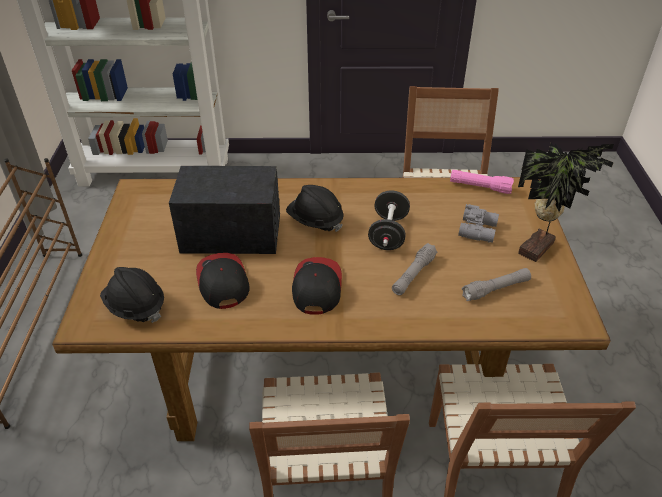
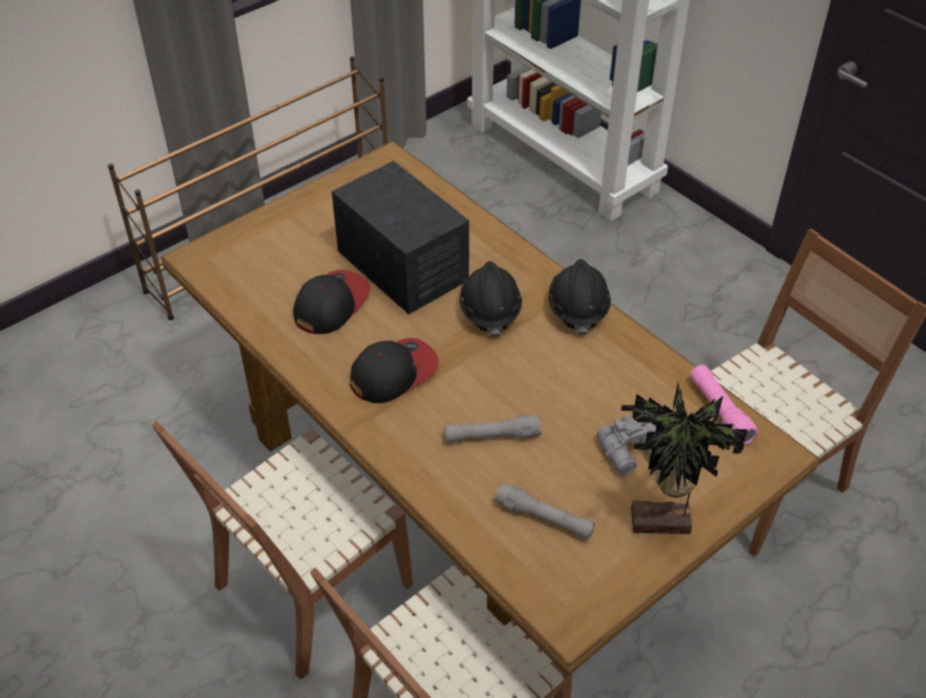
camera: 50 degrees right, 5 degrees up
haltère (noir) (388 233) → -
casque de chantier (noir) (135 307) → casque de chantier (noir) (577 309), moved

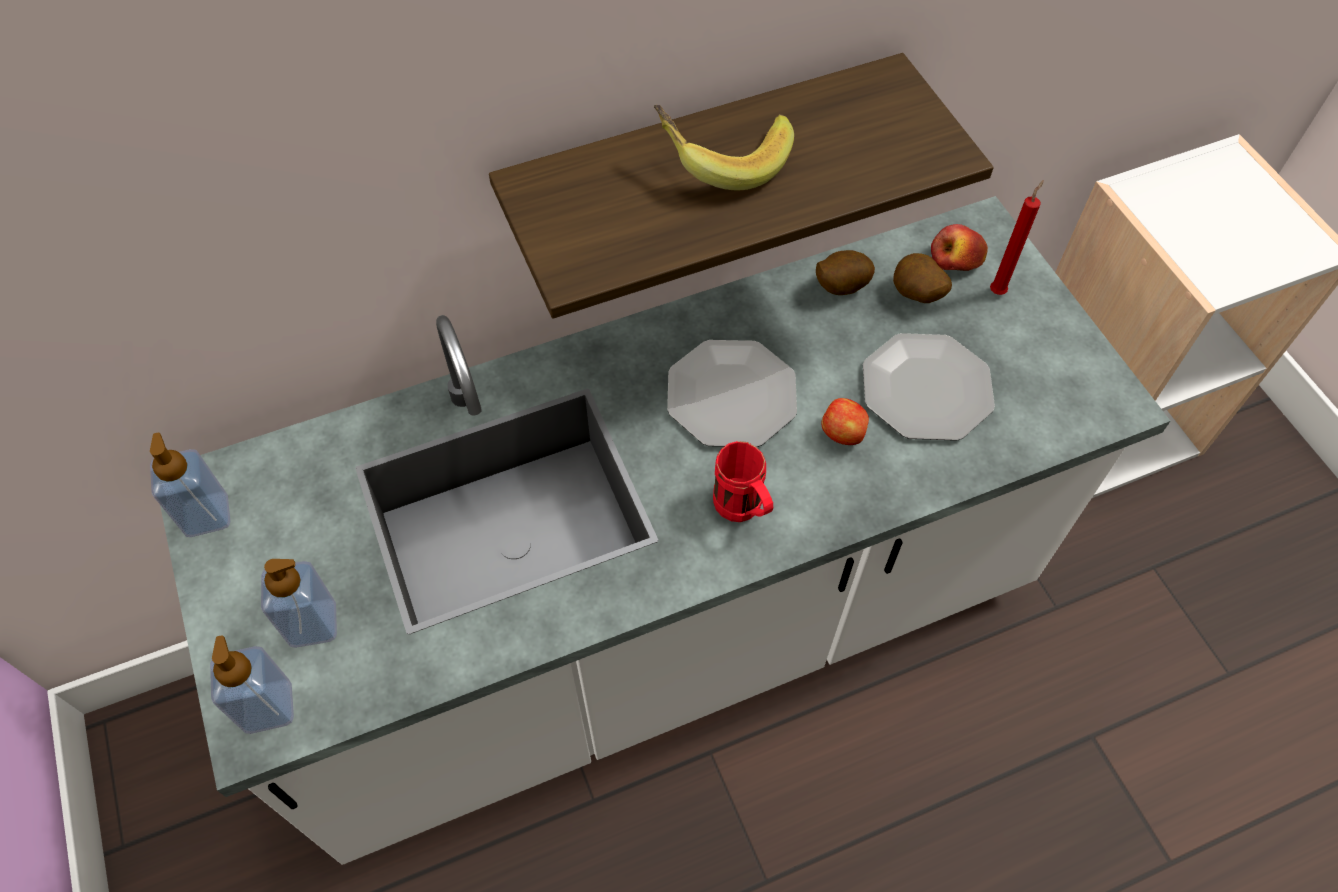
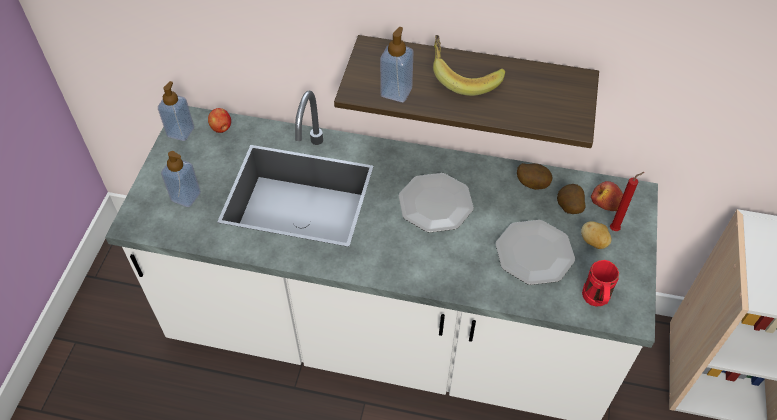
camera: 35 degrees right, 5 degrees down
pomme (843 434) → pomme (221 128), moved
mug (rouge) (743 511) → mug (rouge) (595 301), moved
distributeur de savon (268 707) → distributeur de savon (396 92), moved
- → pomme de terre (593 242)

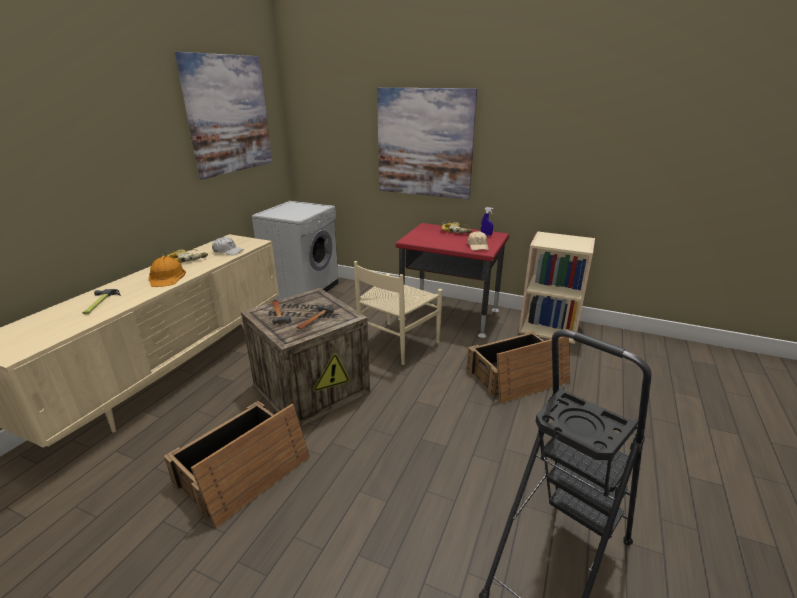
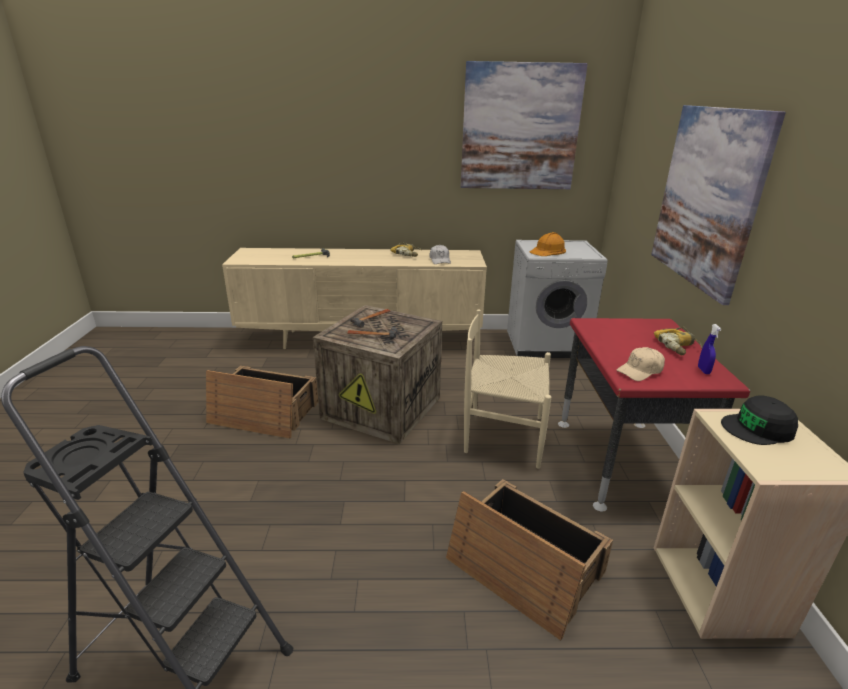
camera: 65 degrees right, 0 degrees up
casque de chantier (orange) (167 277) → casque de chantier (orange) (548 251), moved
- → casquette (noir) (758 428)

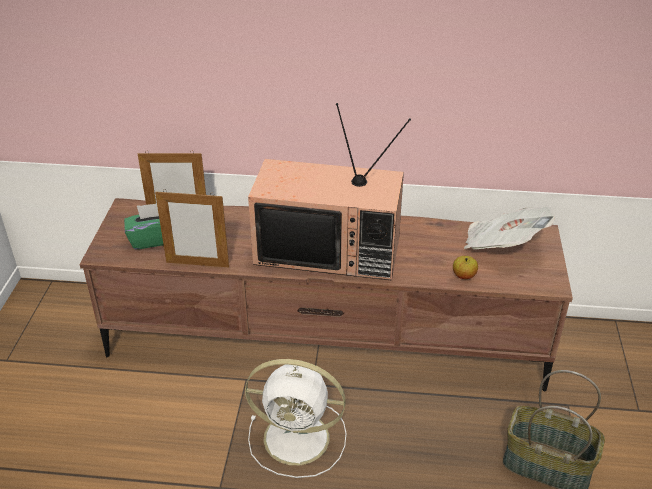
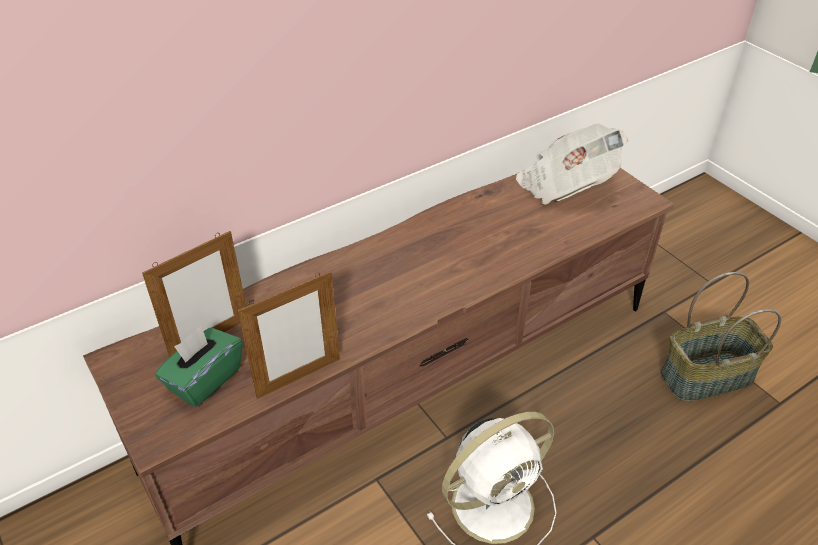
camera: 40 degrees left, 5 degrees up
téléviseur (330 250) → -
pomme (464 276) → -

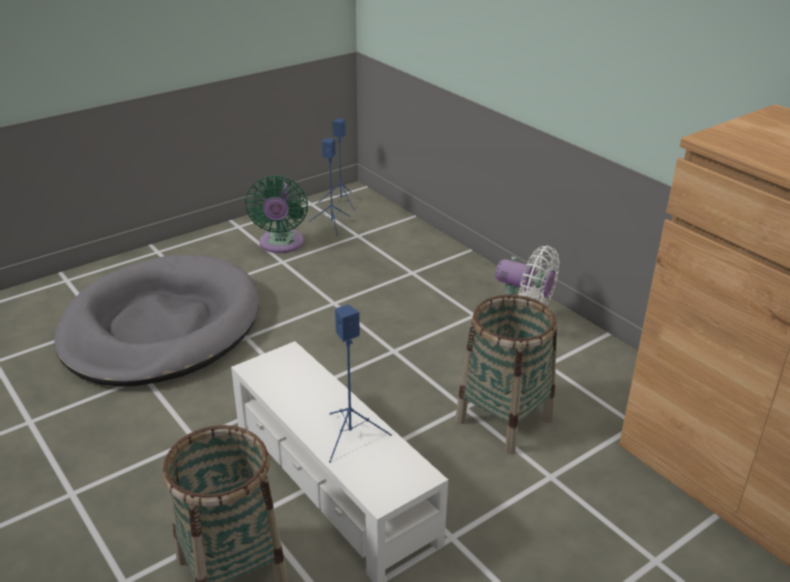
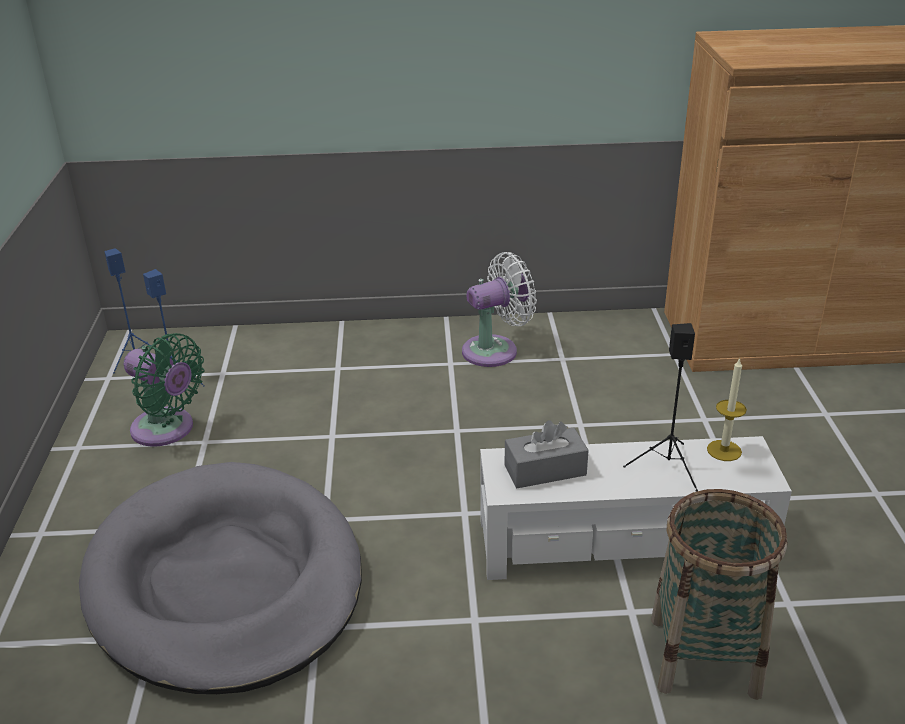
camera: 55 degrees left, 0 degrees up
panier (504 420) → -
enceinte (bleu) (351 436) → enceinte (noir) (667 466)
- → bougie (724 450)
- → boîte à mouchoirs (gris) (545 470)

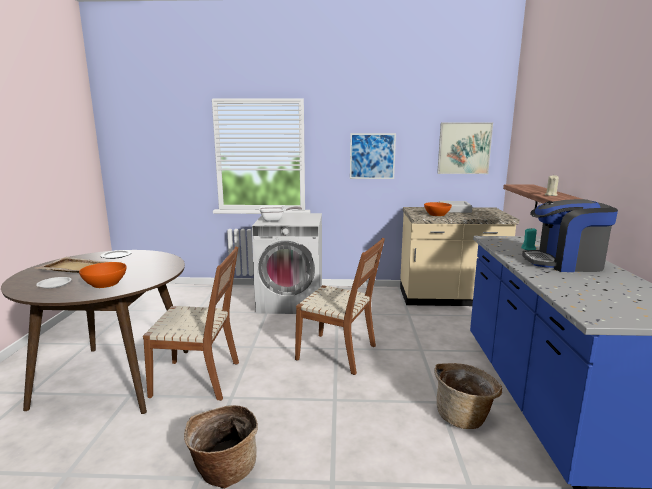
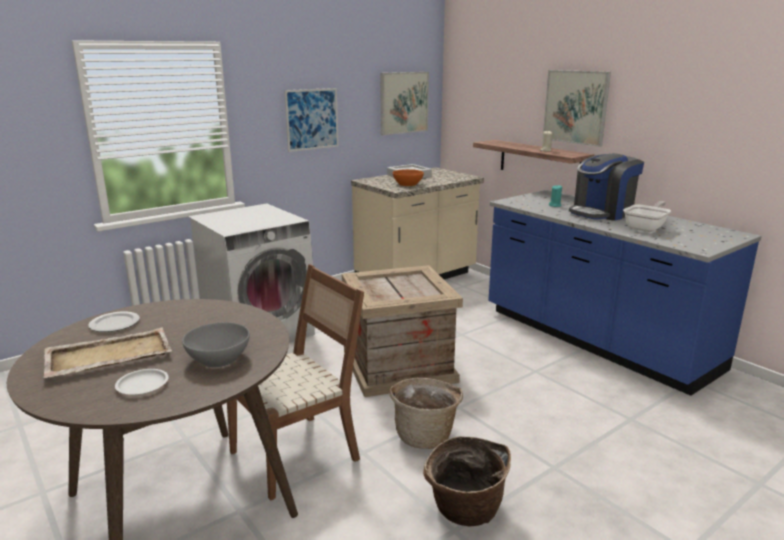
camera: 40 degrees left, 5 degrees up
poêle (275 220) → poêle (646 228), moved
chaise (340 354) → caisse (400 366)
bol (orange) (105 284) → bol (gris) (218 359)
panier (464 416) → panier (425 435), moved
- → tableau (575 107)

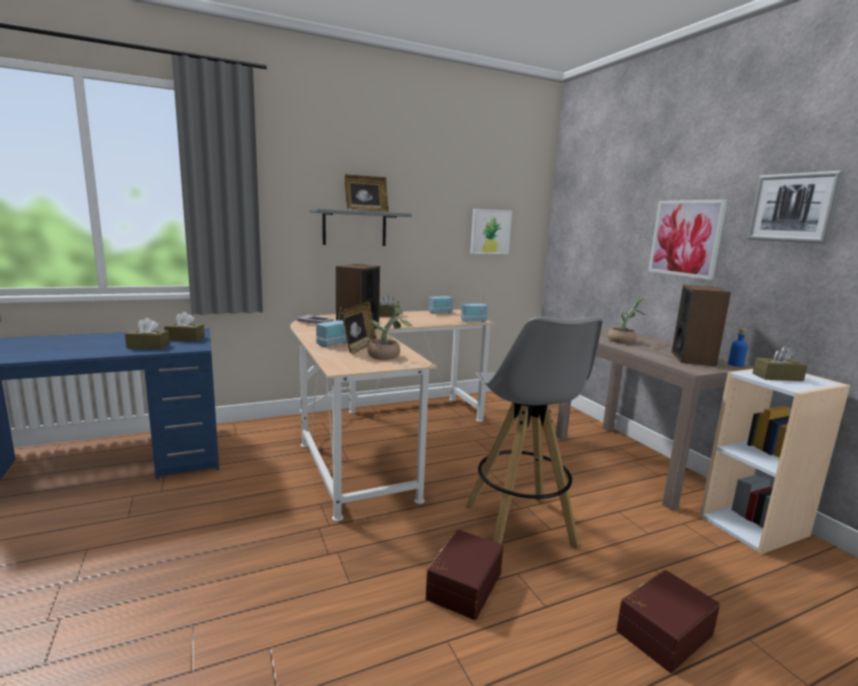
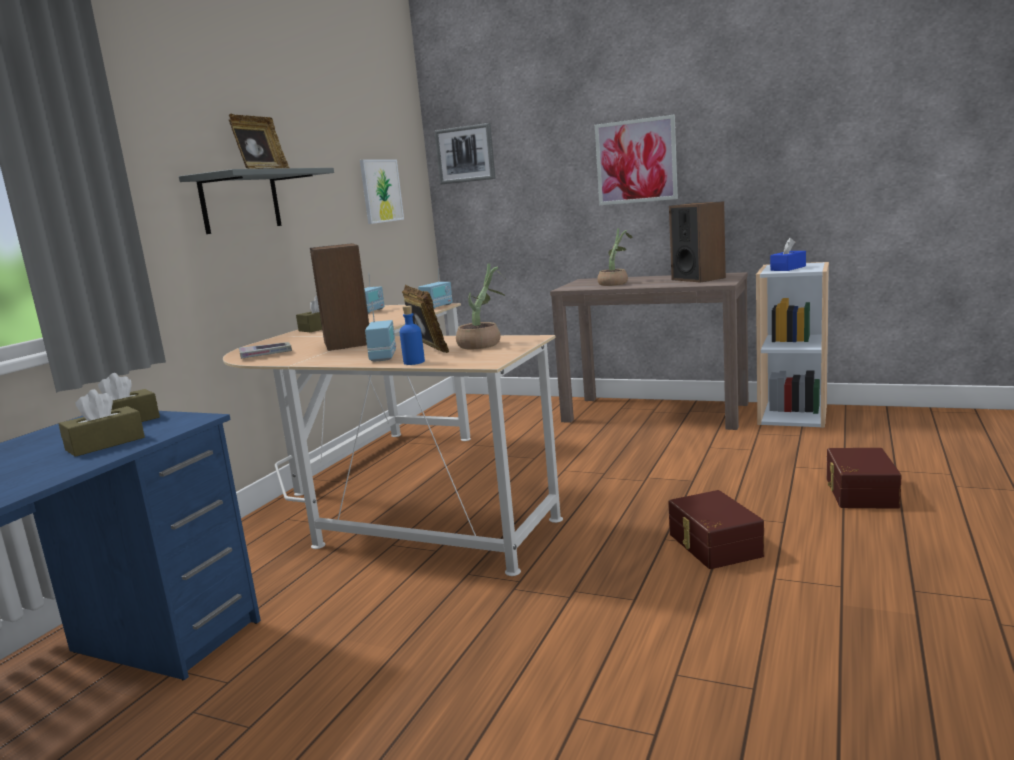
camera: 40 degrees left, 0 degrees up
tableau (793 208) → tableau (465 154), moved
tabouret (gris) (519 527) → -
bouteille (bleu) (735 365) → bouteille (bleu) (414 362), moved
boîte à mouchoirs (marron) (777 377) → boîte à mouchoirs (bleu) (788 268)

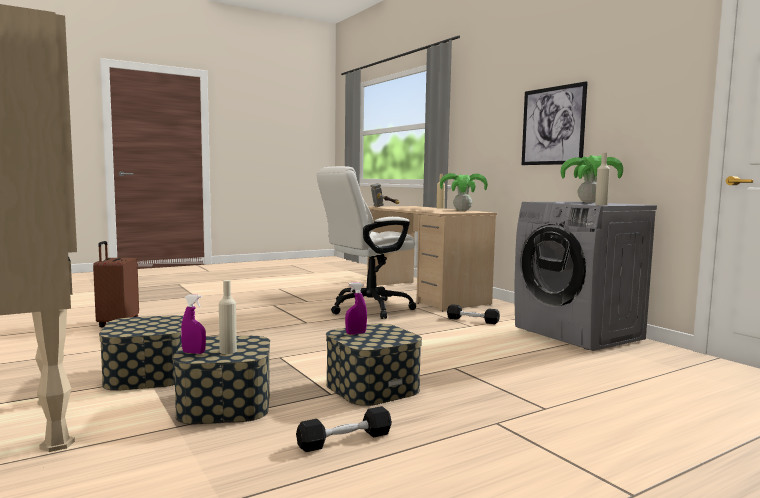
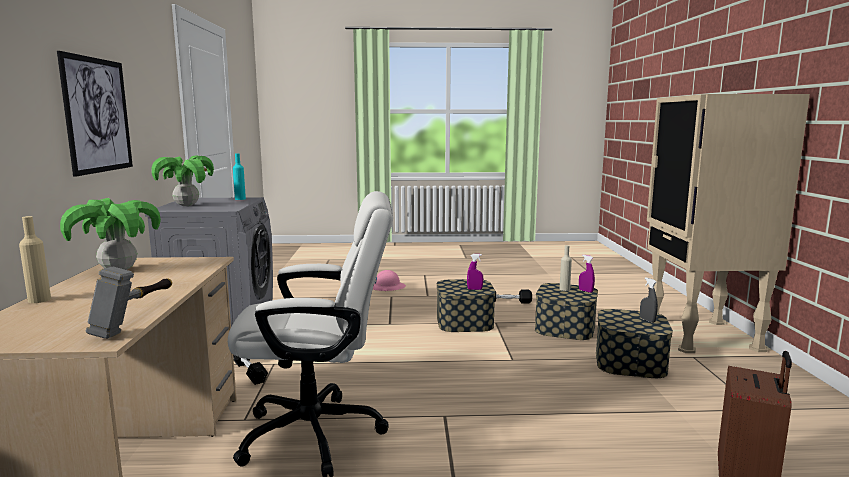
camera: 150 degrees left, 5 degrees up
bouteille (beige) (601 204) → bouteille (turquoise) (240 199)
- → casque de chantier (rose) (387 287)
- → vaporisateur (gris) (647 320)

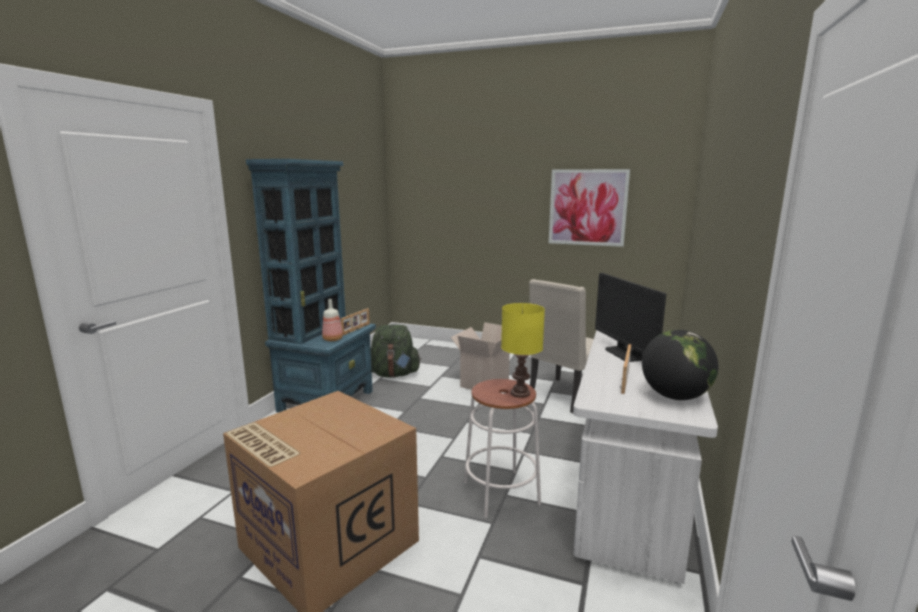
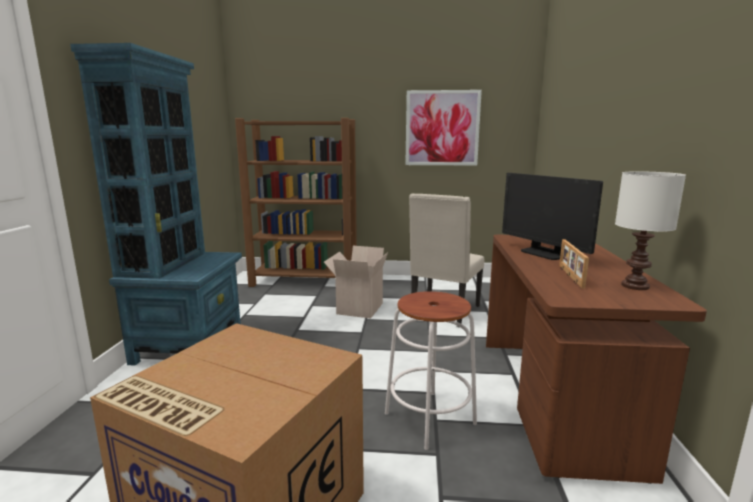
camera: 15 degrees left, 0 degrees up
bouteille (333 339) → -
lampe de table (jaune) (520 394) → -
cadre photo (356 329) → -
sac à dos (vert) (393 374) → -
bureau (blanc) (630 495) → bureau (marron) (555 399)
globe (675 396) → lampe de table (blanc) (633 286)
- → bibliothèque (marron) (305 280)

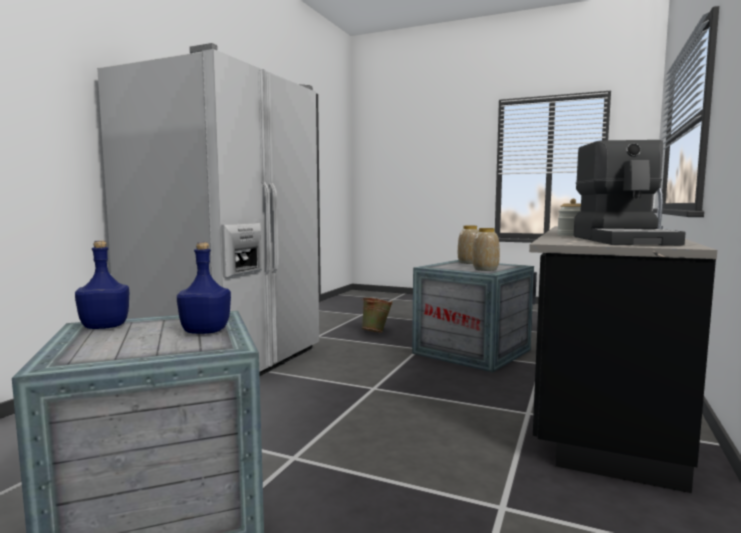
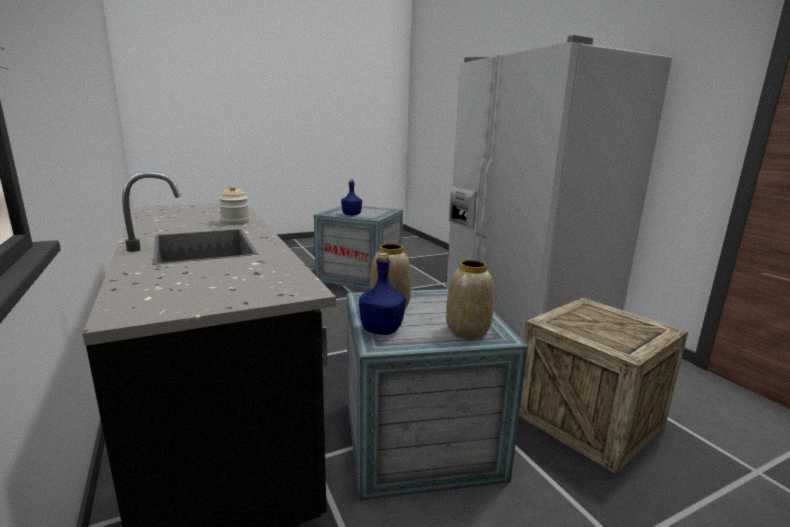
camera: 130 degrees right, 10 degrees up
machine à café (623 240) → -
bouteille (bleu) (105 327) → bouteille (bleu) (381 329), moved
seau (vert) (376 332) → caisse (588 420)

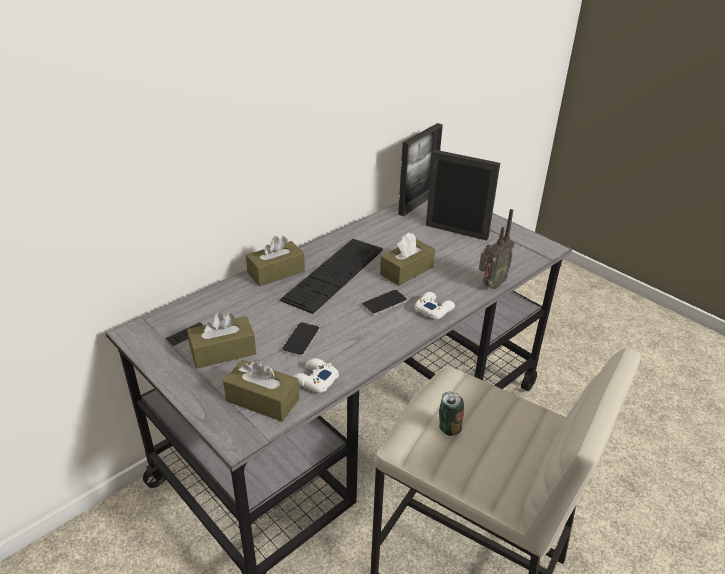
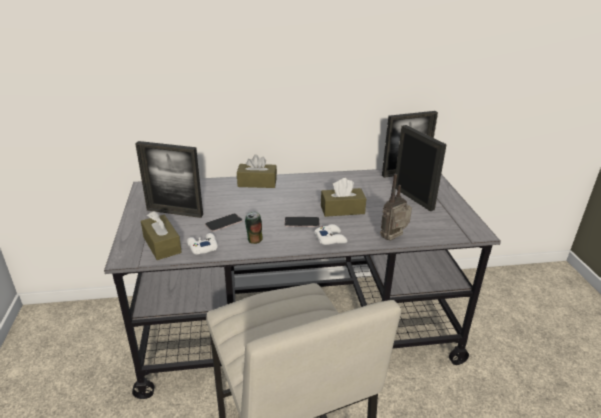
camera: 35 degrees right, 5 degrees down
radio (490 285) → radio (394 239), 150 degrees clockwise
clavier (334 274) → -
boîte à mouchoirs (marron) (223 351) → cadre photo (174 212)
boîte métallique (448 428) → boîte métallique (254 239), moved

